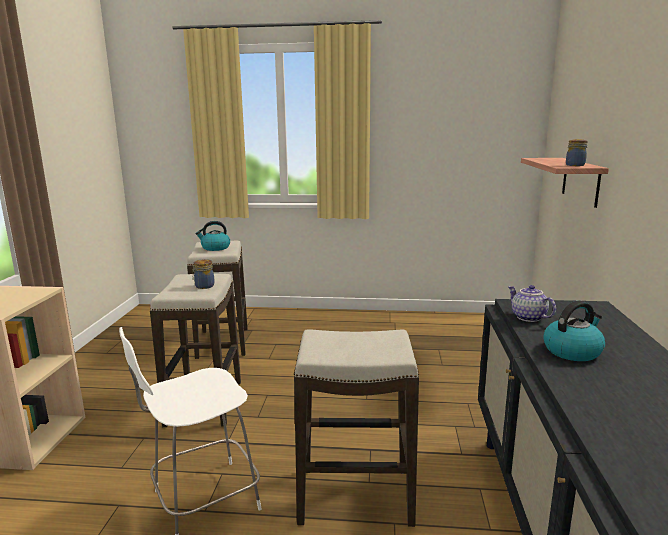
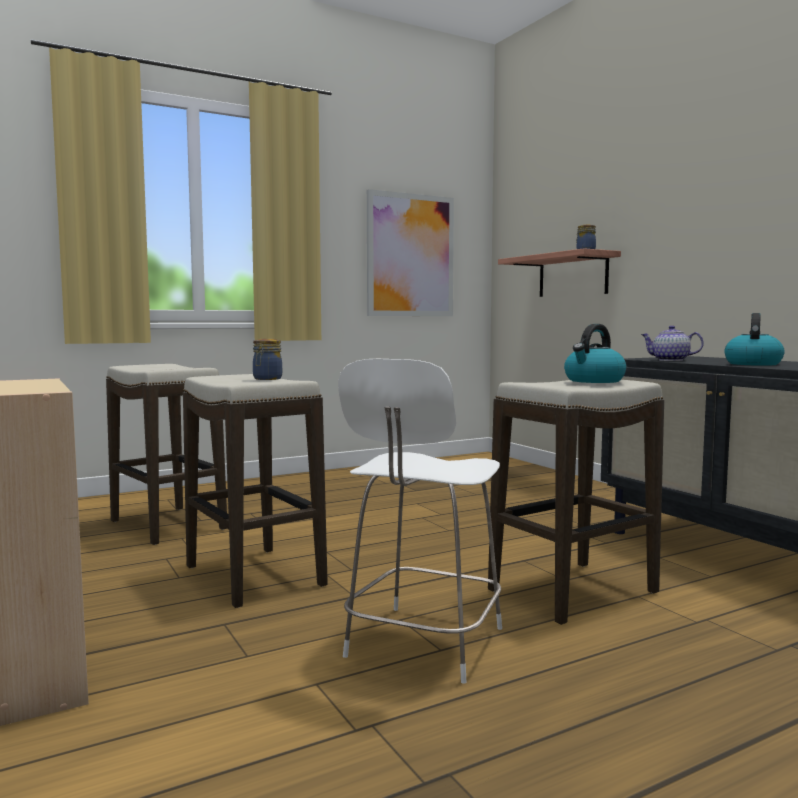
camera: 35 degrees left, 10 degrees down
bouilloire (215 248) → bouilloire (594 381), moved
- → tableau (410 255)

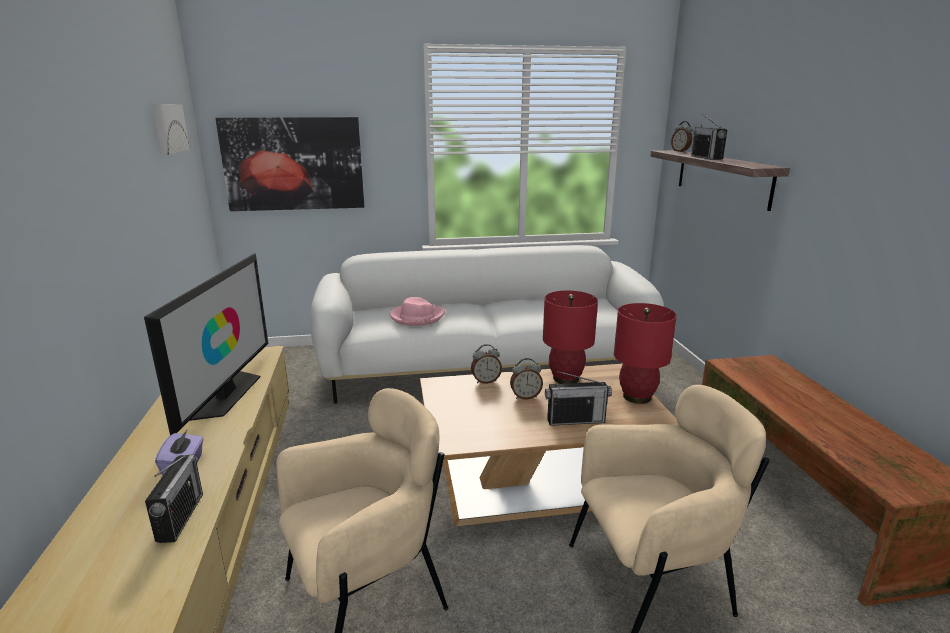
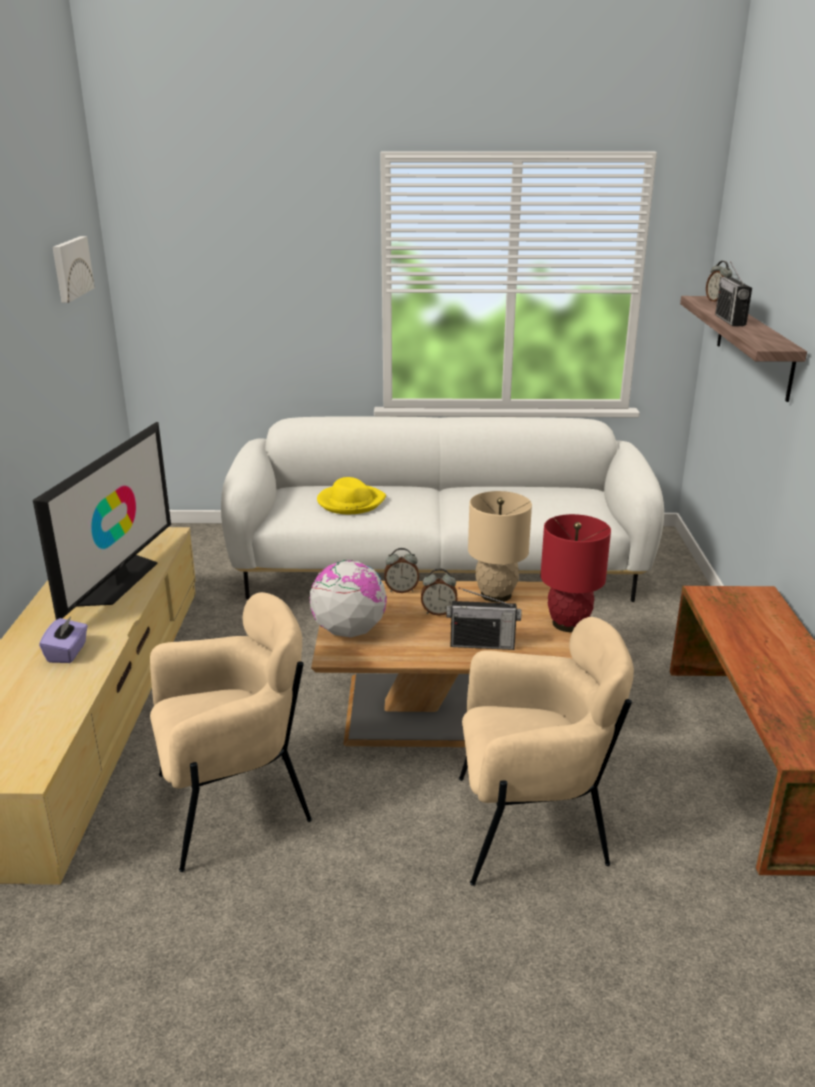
camera: 10 degrees right, 5 degrees up
tableau (293 164) → -
lampe de table (rouge) (566 378) → lampe de table (beige) (496 595)
chapeau (rose) (417 317) → chapeau (jaune) (350 502)
radio (180 517) → -
- → globe (349 631)

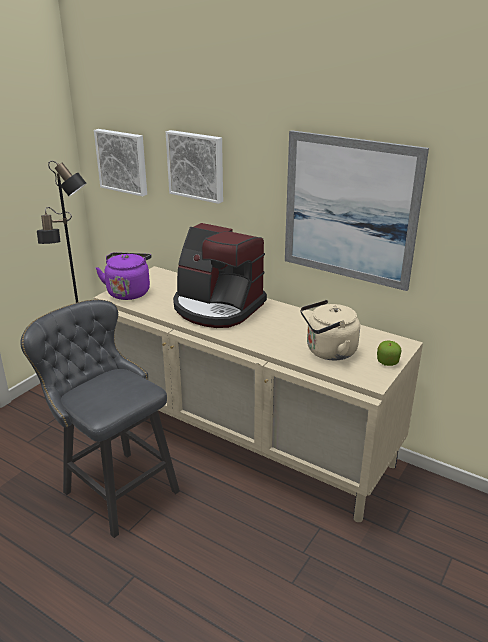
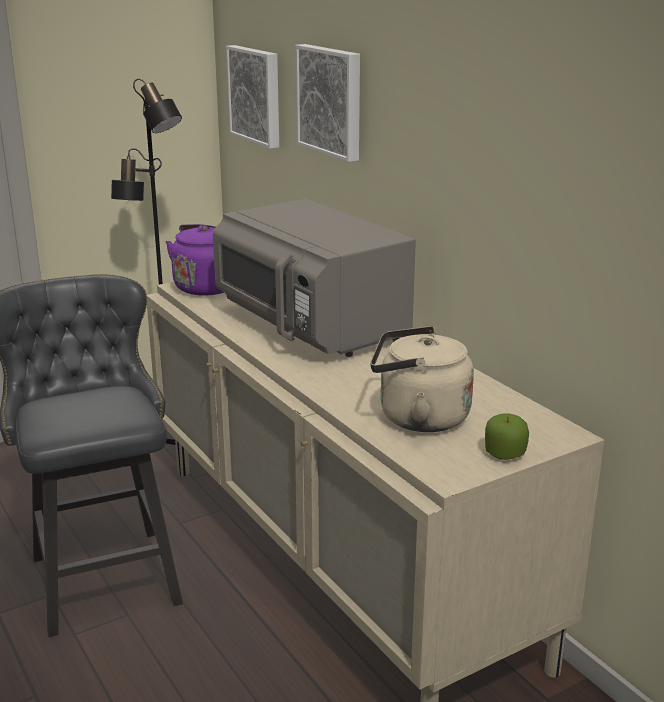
camera: 25 degrees right, 5 degrees down
tableau (349 210) → -
machine à café (217 307) → micro-ondes (gris) (310 326)

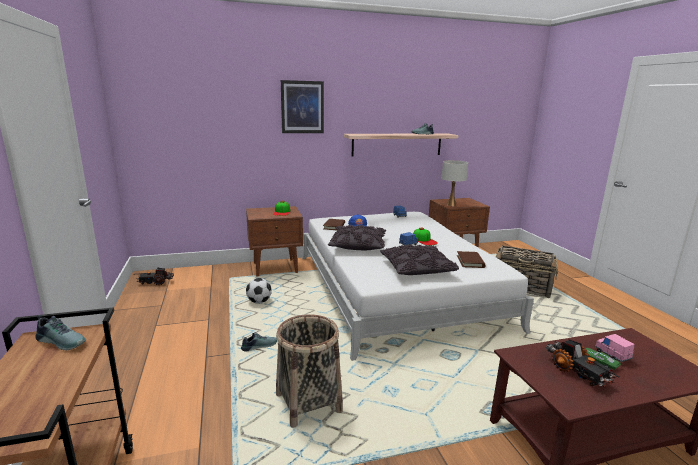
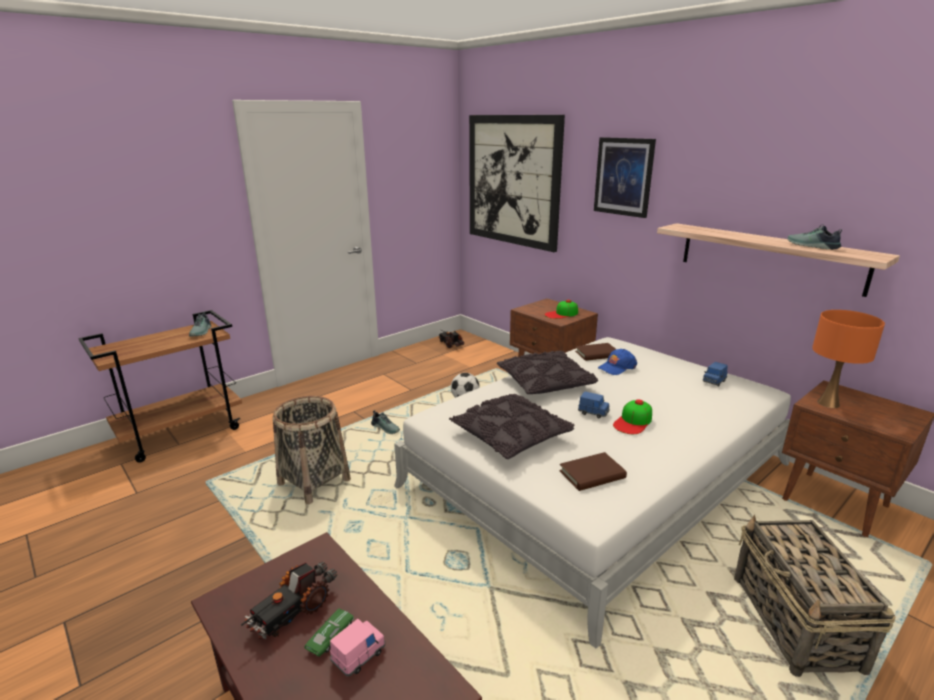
camera: 65 degrees right, 5 degrees up
lampe de table (blanc) (451 205) → lampe de table (orange) (828 403)
- → tableau (513 181)

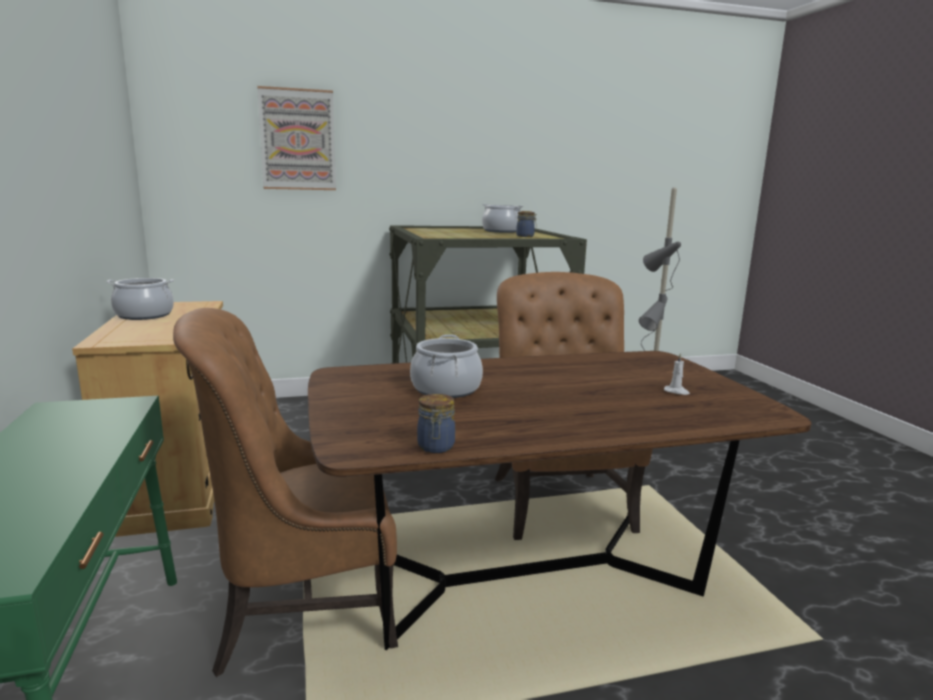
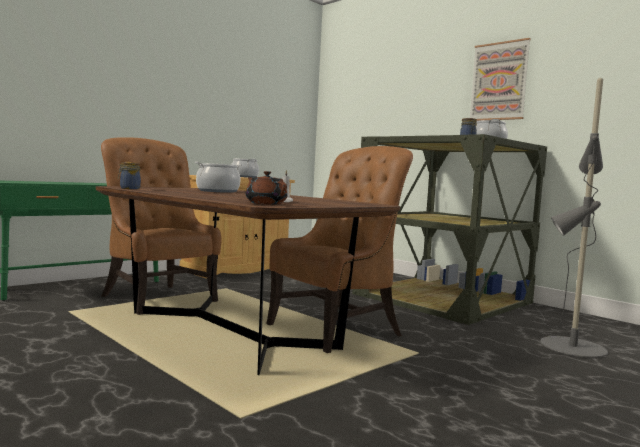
camera: 60 degrees right, 10 degrees down
tableau (298 140) → tableau (499 81), moved
- → théière (marron) (265 203)

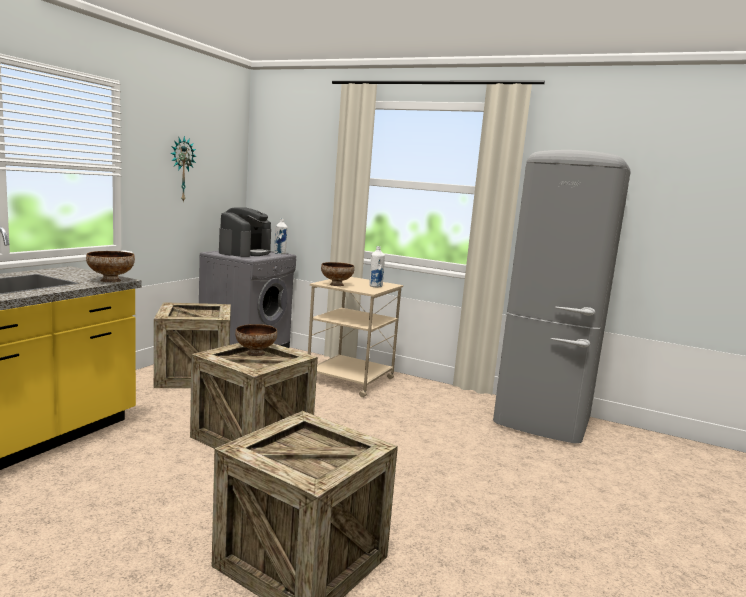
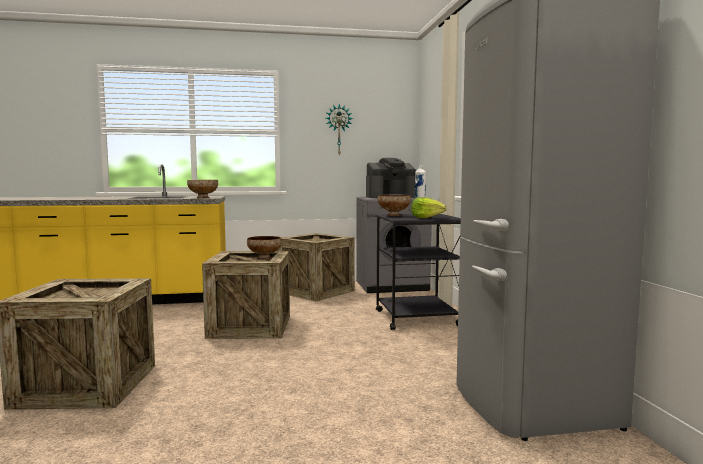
camera: 55 degrees right, 5 degrees down
bouteille (blanc) (375 286) → laitue (426 217)
chariot (beige) (351 381) → chariot (noir) (416 319)

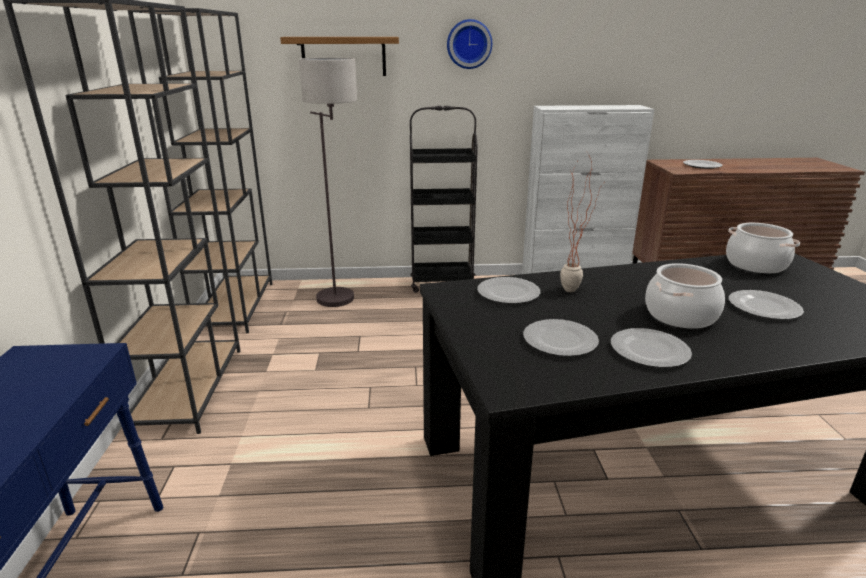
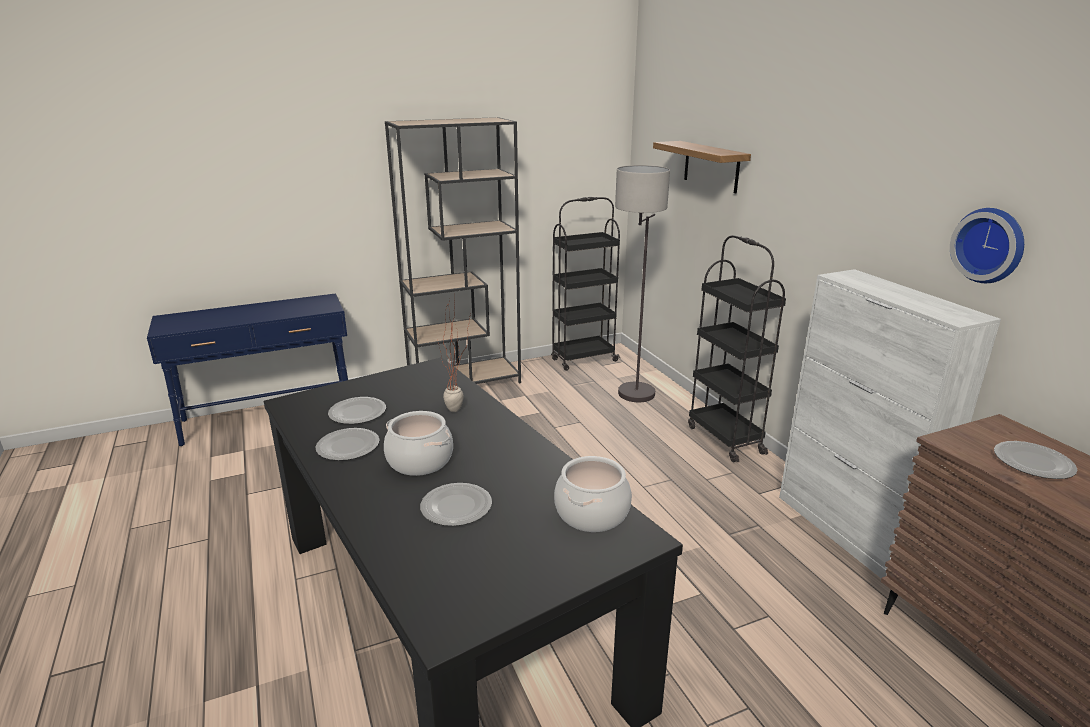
camera: 70 degrees right, 0 degrees up
bibliothèque (235 306) → chariot (noir) (583 360)
horloge murale (469 44) → horloge murale (990 245), moved
assiette (507 293) → -

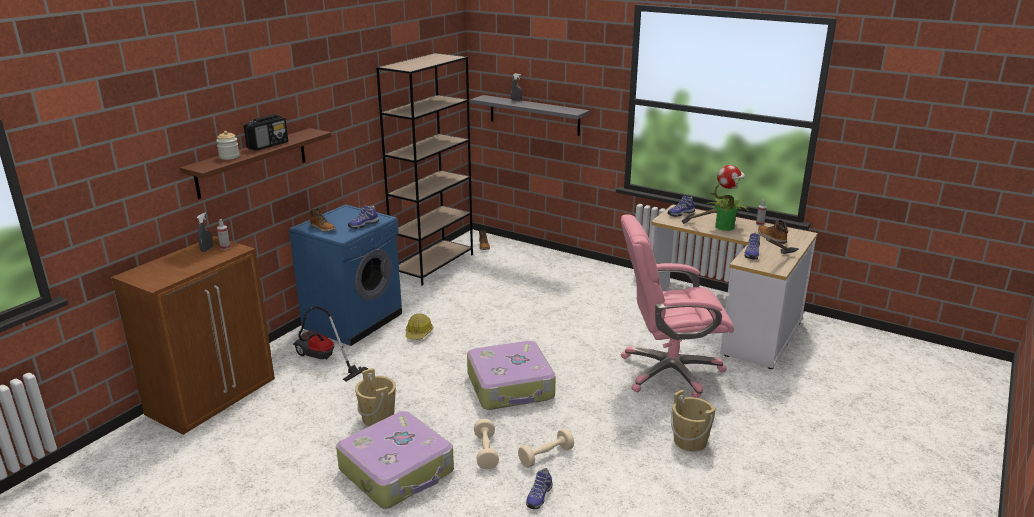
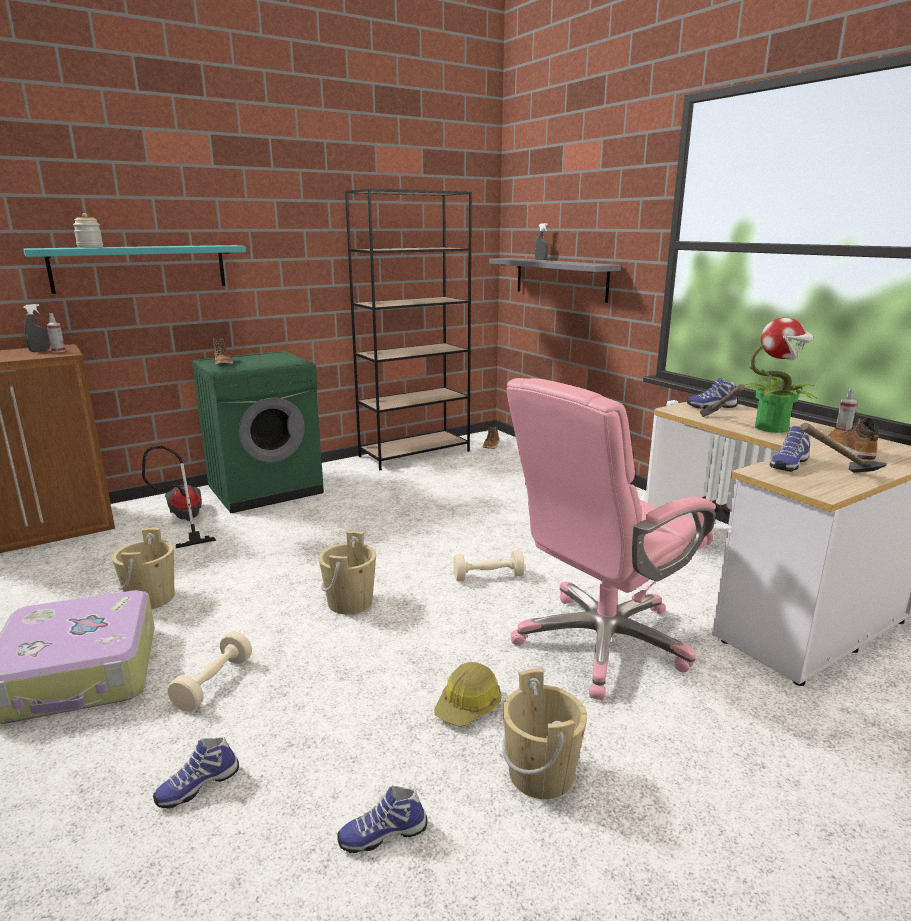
camera: 25 degrees right, 5 degrees down
radio (268 145) → -
étagère (marron) (252 162) → étagère (turquoise) (140 268)
lave-linge (bleu) (354 321) → lave-linge (vert) (266 490)
chaussure (363 225) → chaussure (382 833), moved
chaise de bureau (rose) (669 372) → chaise de bureau (rose) (601 642), 60 degrees counterclockwise
casque de chantier (419 333) → casque de chantier (468 705), moved
valise (511 386) → seau (beige) (350 602)
haltère (beige) (546 456) → haltère (beige) (488 577), moved

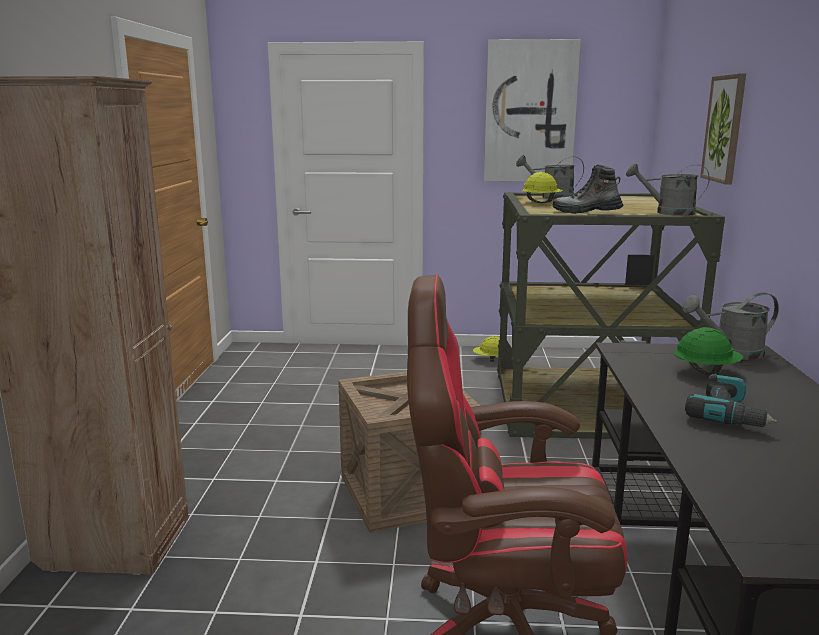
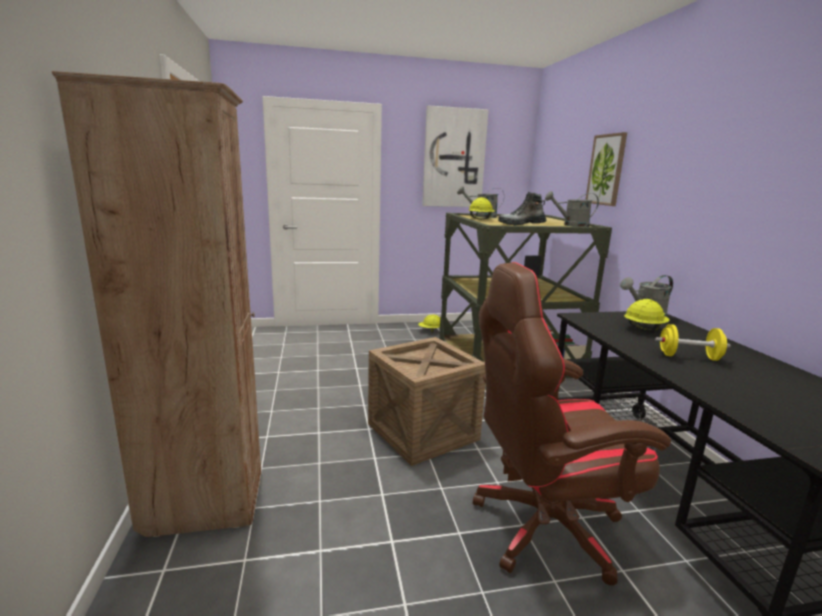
camera: 15 degrees left, 0 degrees up
casque de chantier (vert) (705 371) → casque de chantier (jaune) (644 329)
perceuse (728 414) → haltère (jaune) (689 357)

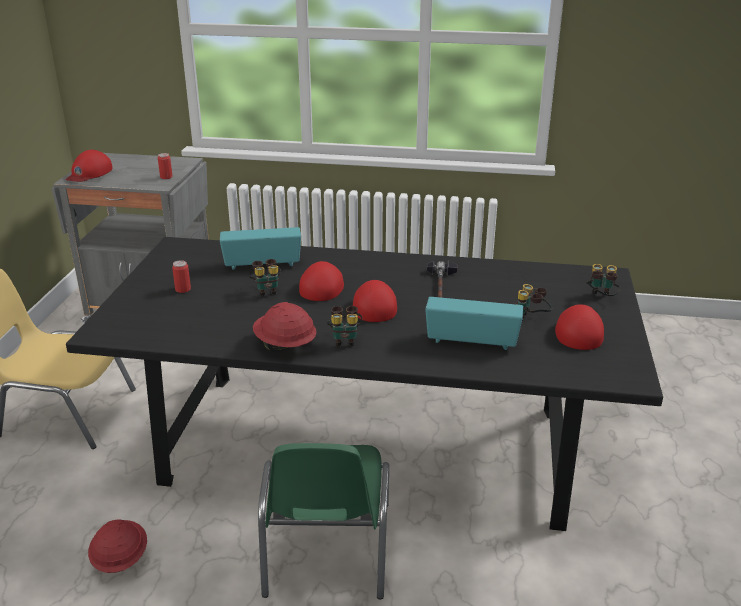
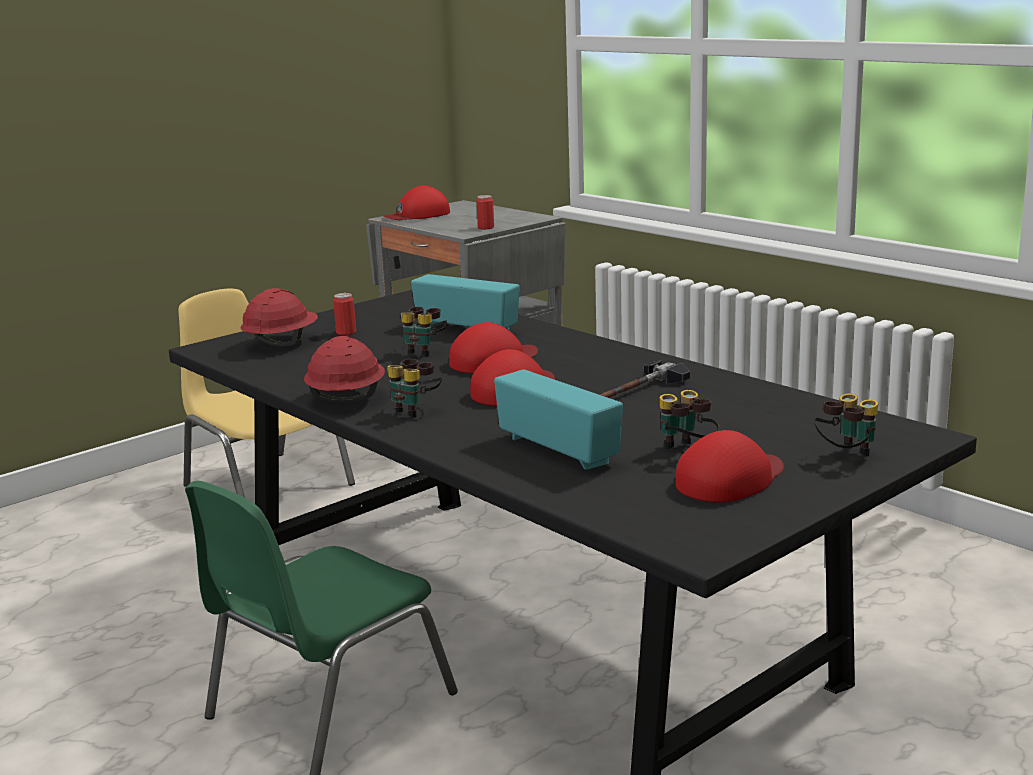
camera: 40 degrees right, 10 degrees down
casque de chantier (rouge) (120 559) → casque de chantier (rouge) (281 343), moved

